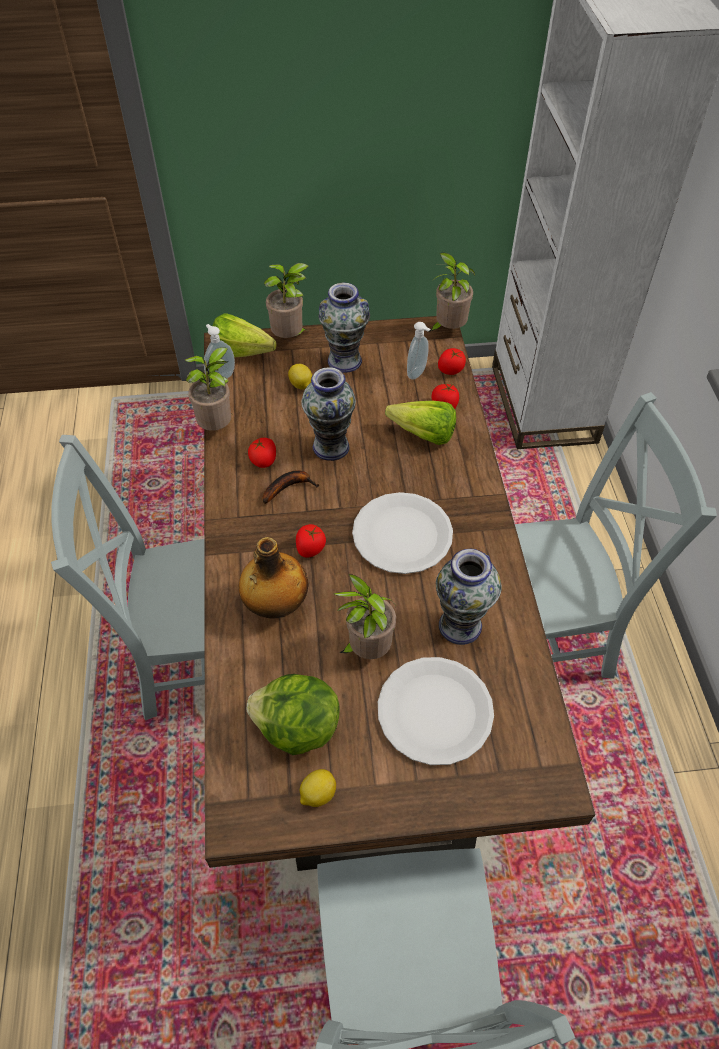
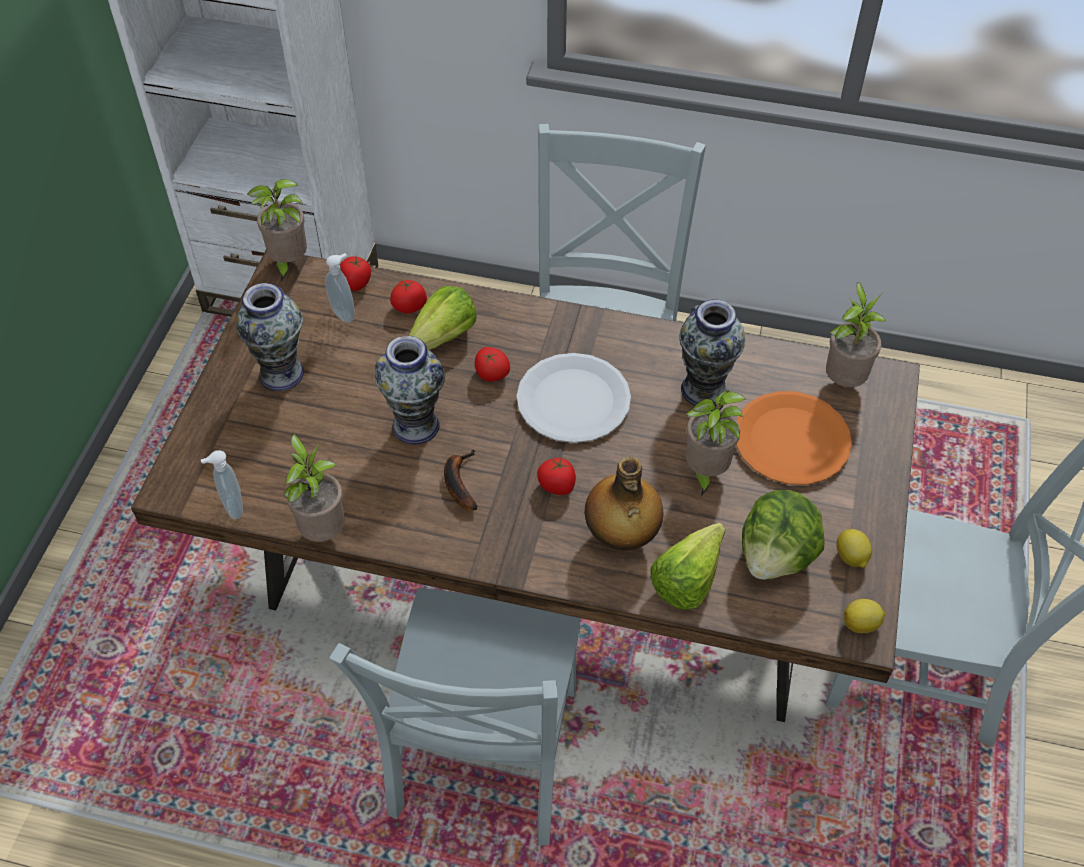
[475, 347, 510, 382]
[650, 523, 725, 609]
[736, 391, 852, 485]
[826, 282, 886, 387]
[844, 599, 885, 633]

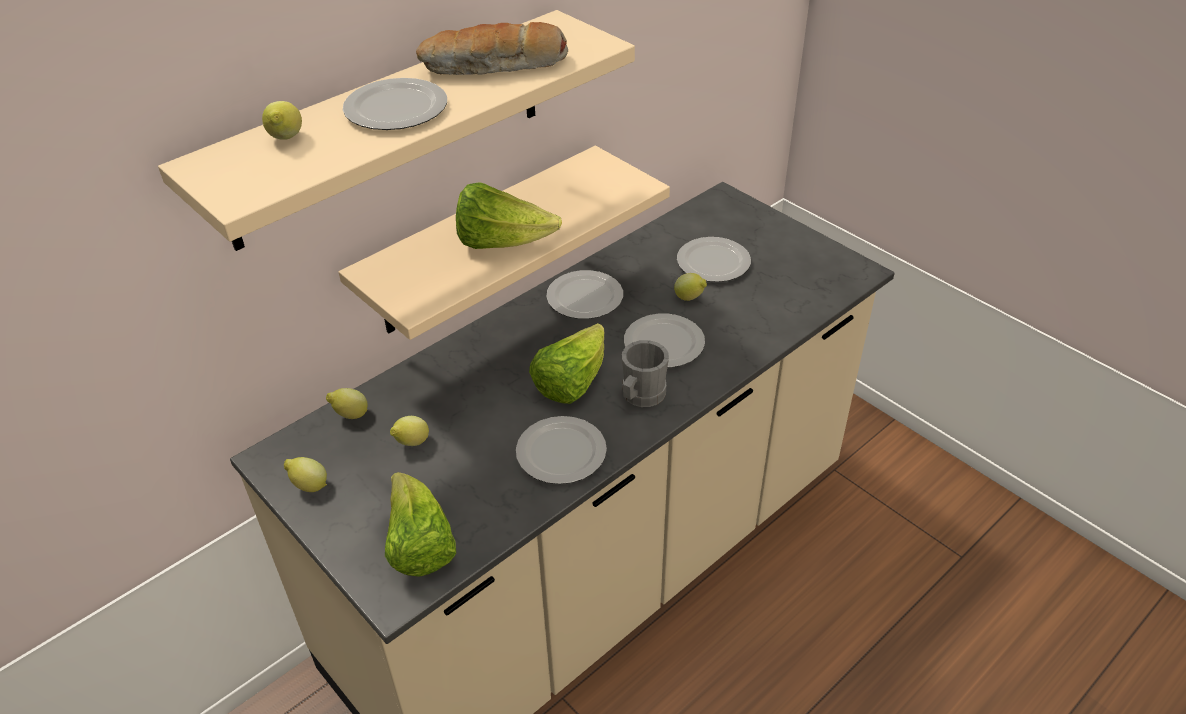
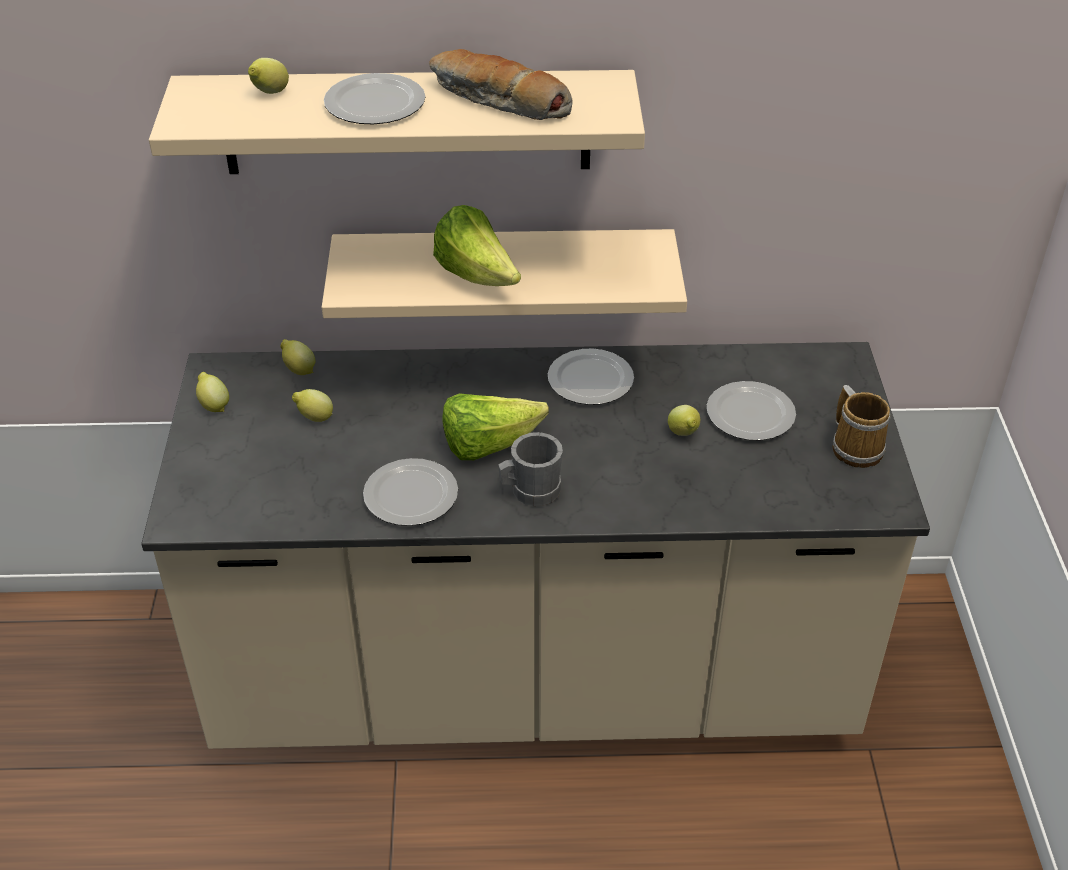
[832, 385, 890, 468]
[385, 472, 456, 577] (first image)
[624, 314, 705, 368] (first image)

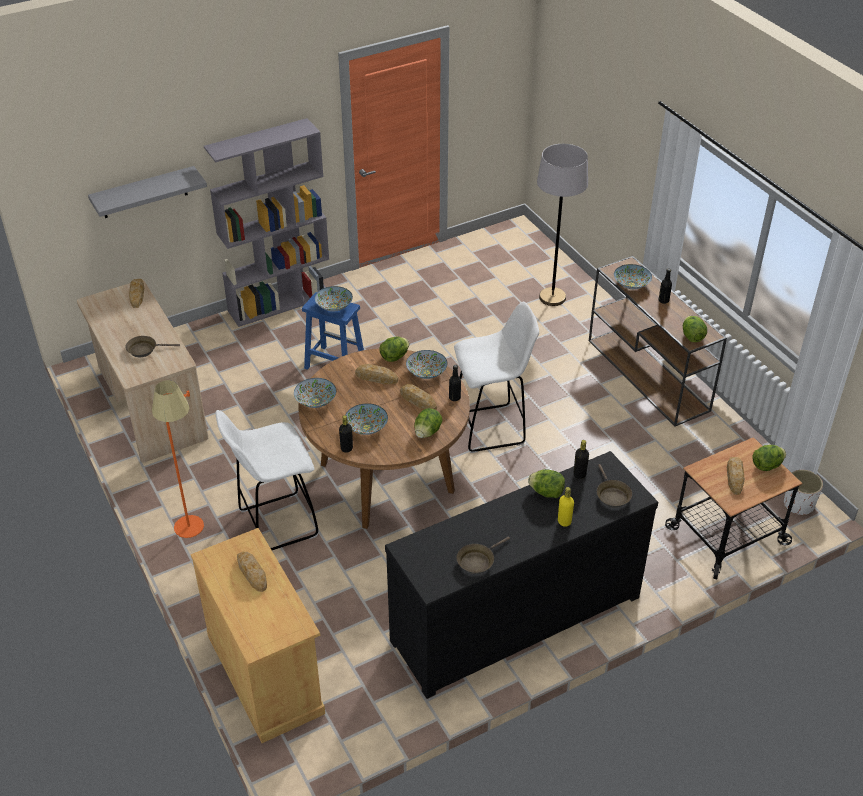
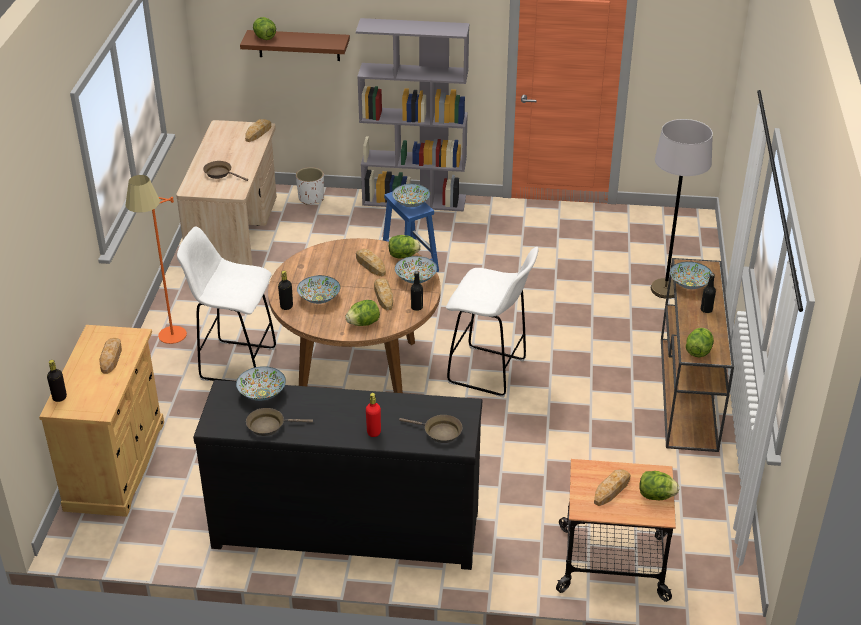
[47, 360, 67, 402]
[236, 366, 286, 401]
[240, 30, 350, 61]
[253, 17, 276, 40]
[296, 167, 324, 205]
[366, 393, 381, 437]
[399, 415, 463, 443]

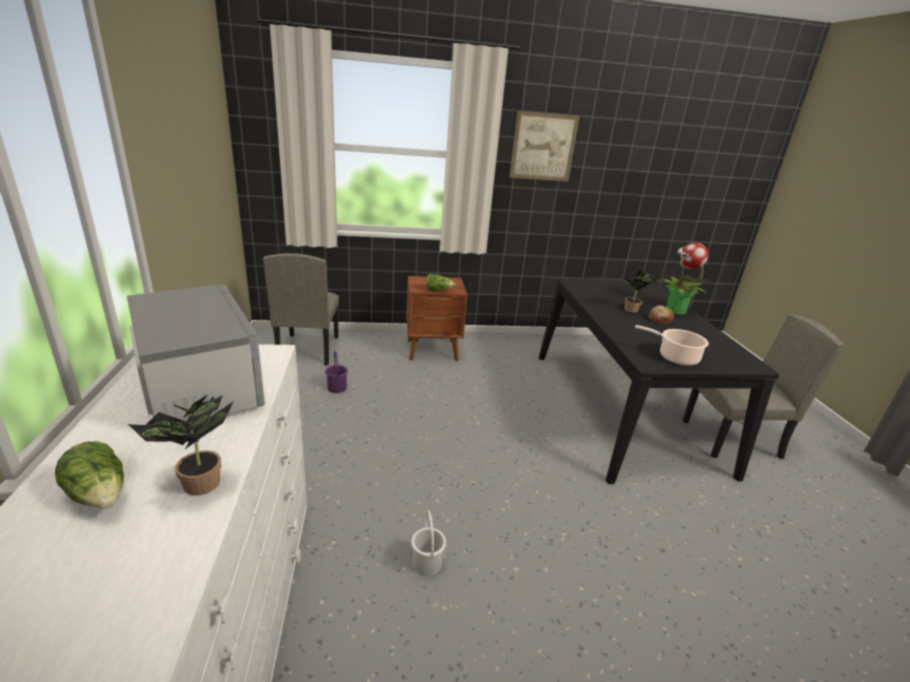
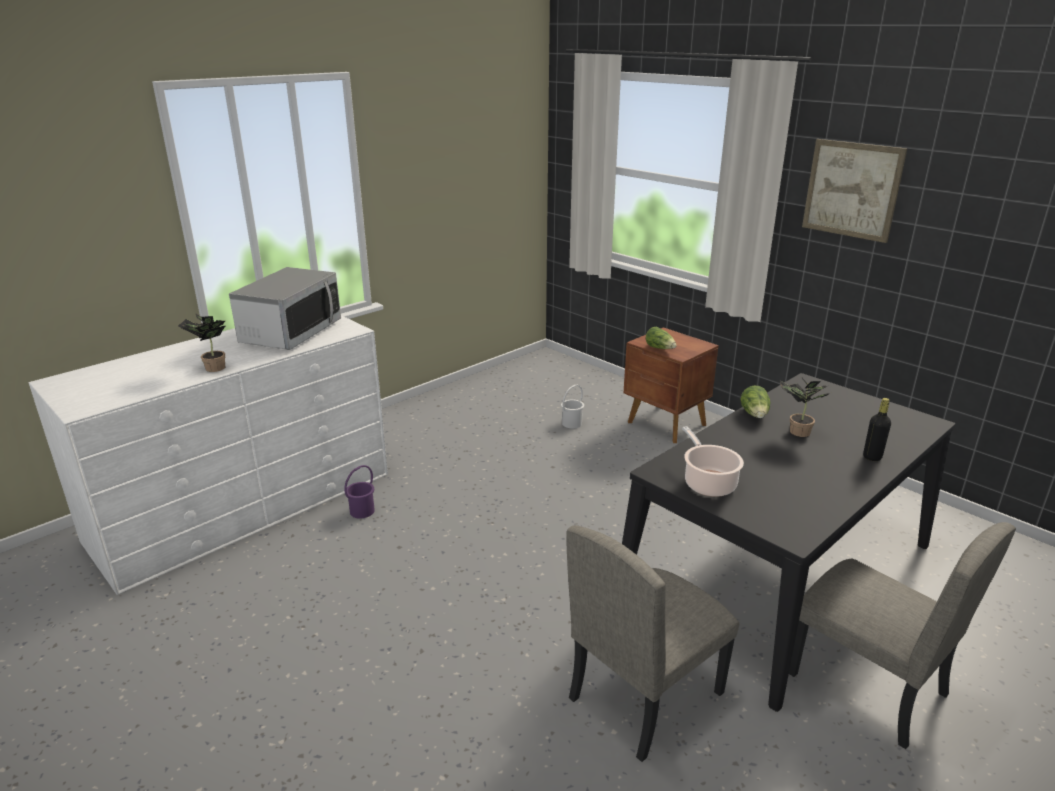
[344, 465, 375, 519]
[561, 385, 584, 428]
[566, 525, 739, 762]
[740, 386, 770, 418]
[863, 398, 891, 461]
[648, 305, 674, 324] (first image)

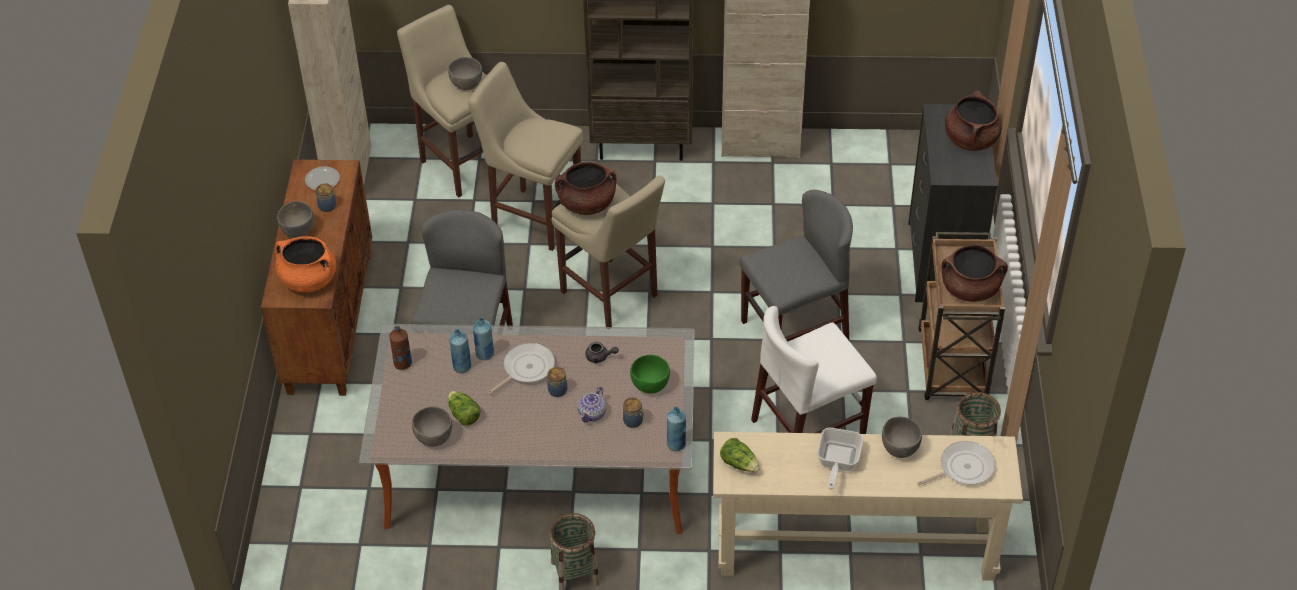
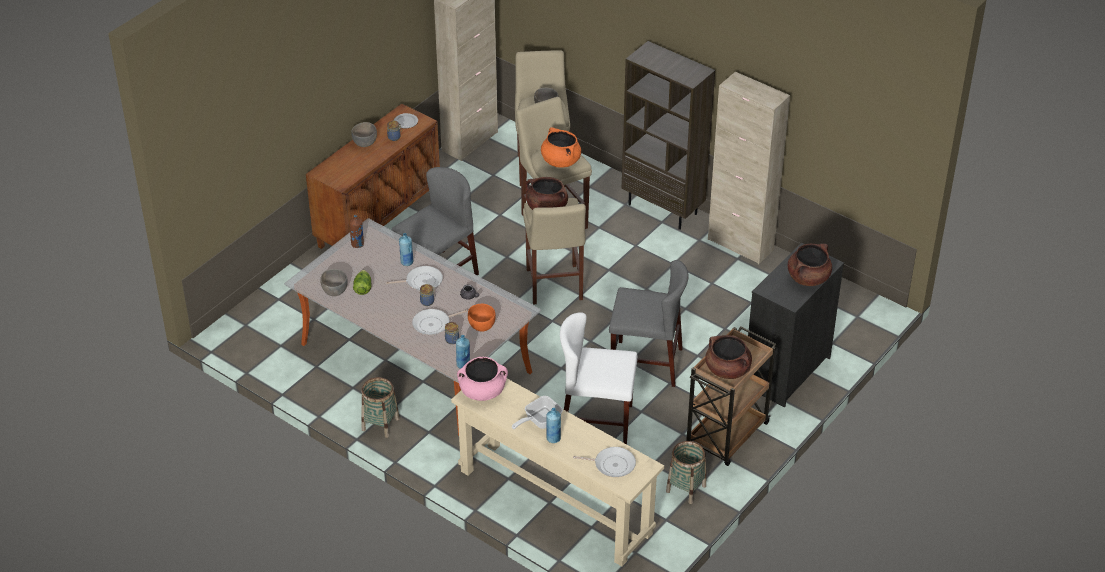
[412, 309, 467, 335]
[457, 357, 508, 401]
[468, 304, 496, 332]
[541, 127, 581, 168]
[546, 408, 561, 443]
[882, 417, 922, 458] (first image)

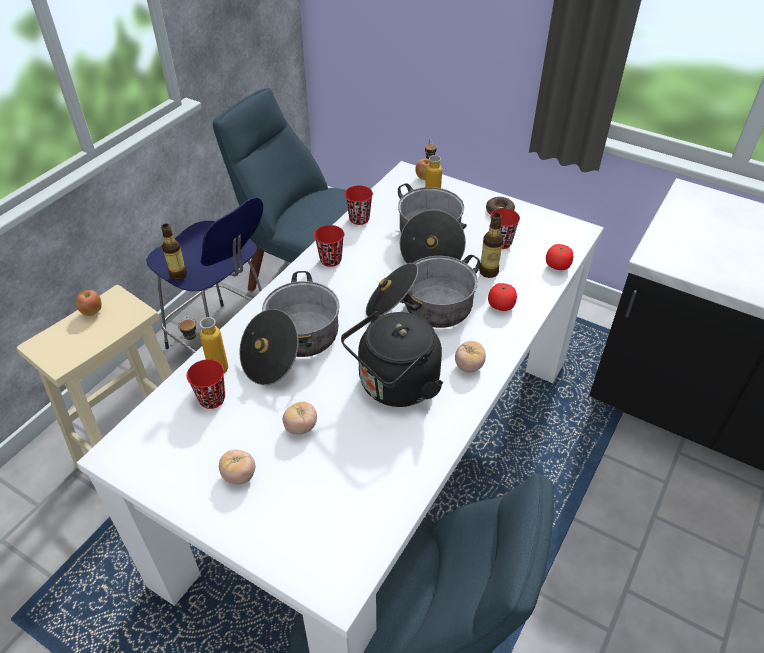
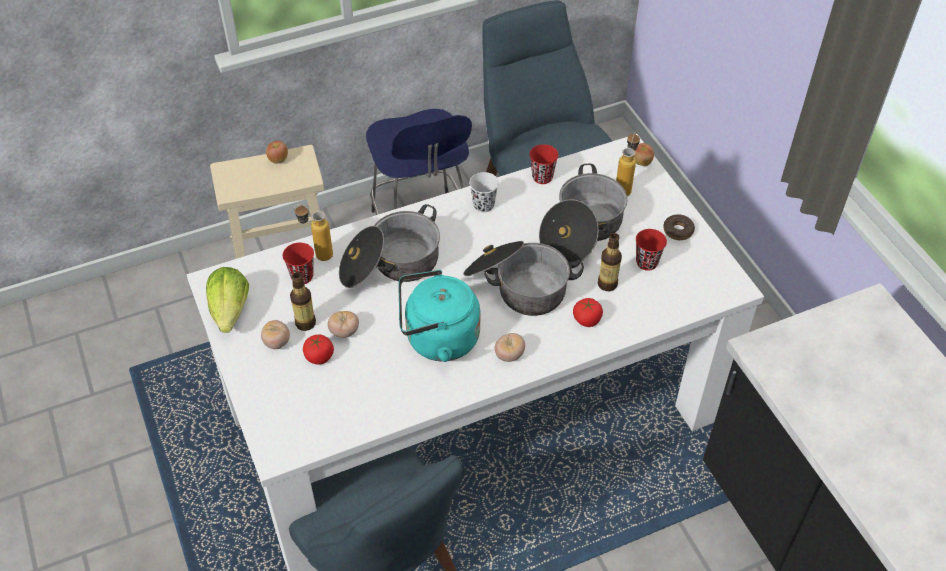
[206, 267, 249, 333]
[290, 272, 316, 331]
[303, 335, 334, 365]
[398, 270, 480, 362]
[469, 172, 499, 213]

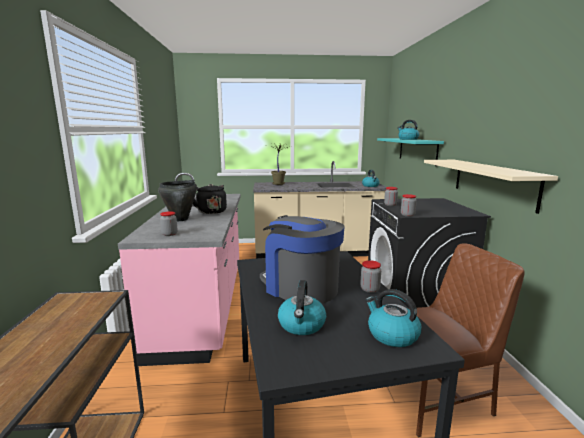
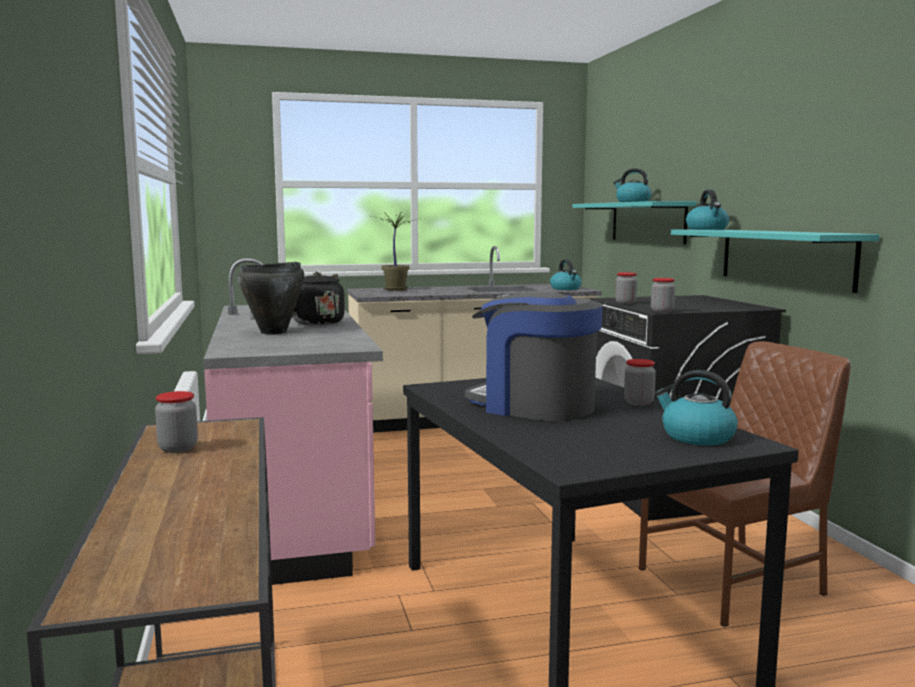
[155, 391, 198, 453]
[671, 230, 879, 293]
[686, 189, 729, 230]

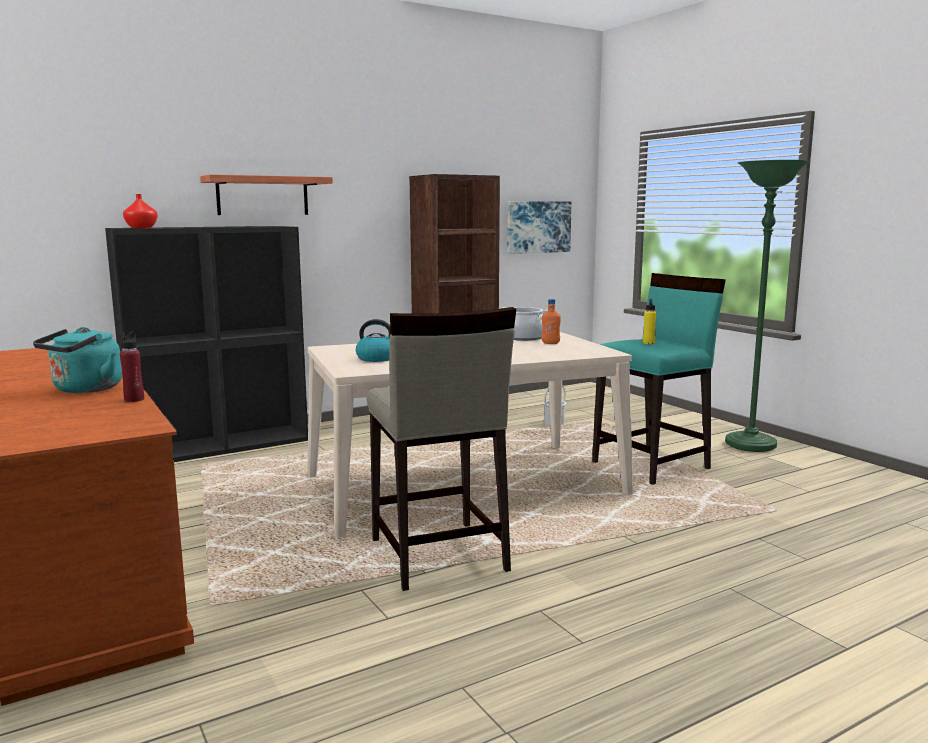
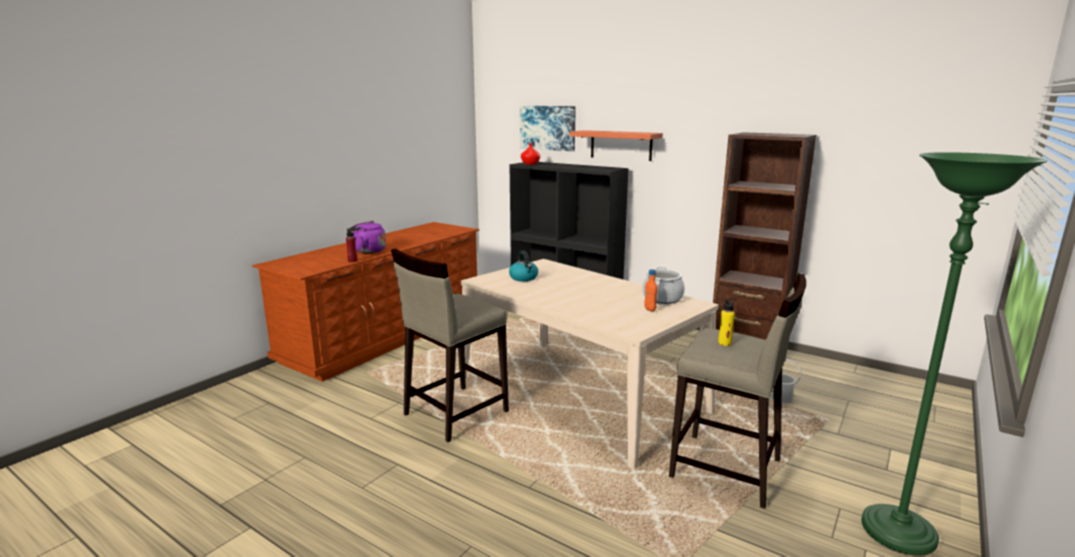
[348, 221, 386, 253]
[520, 106, 576, 151]
[669, 273, 806, 509]

